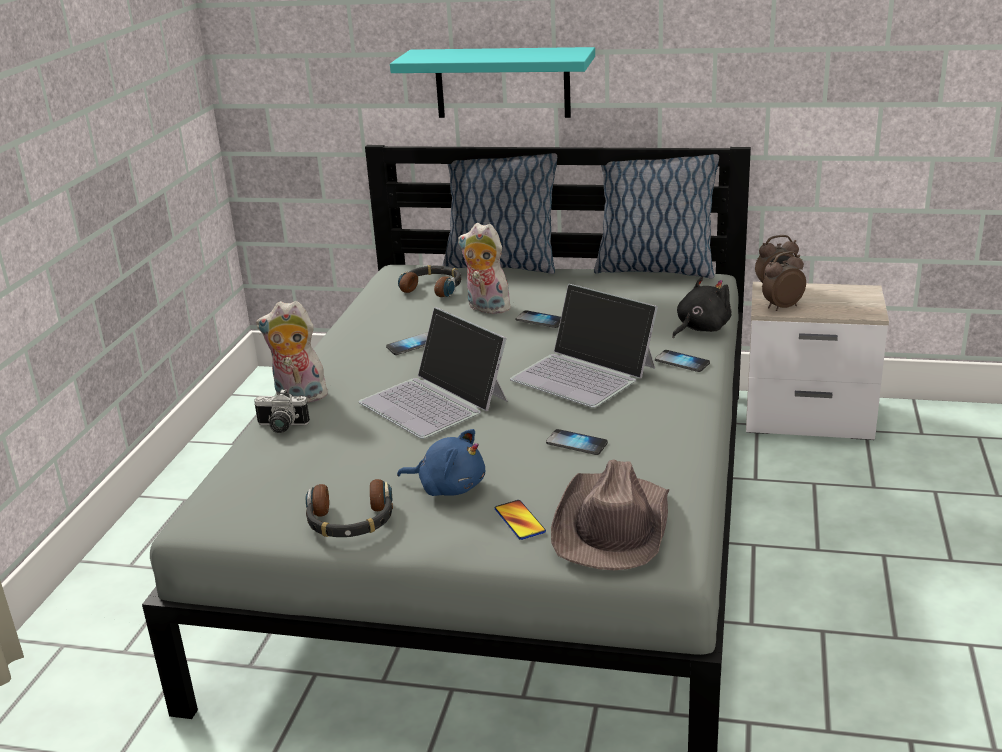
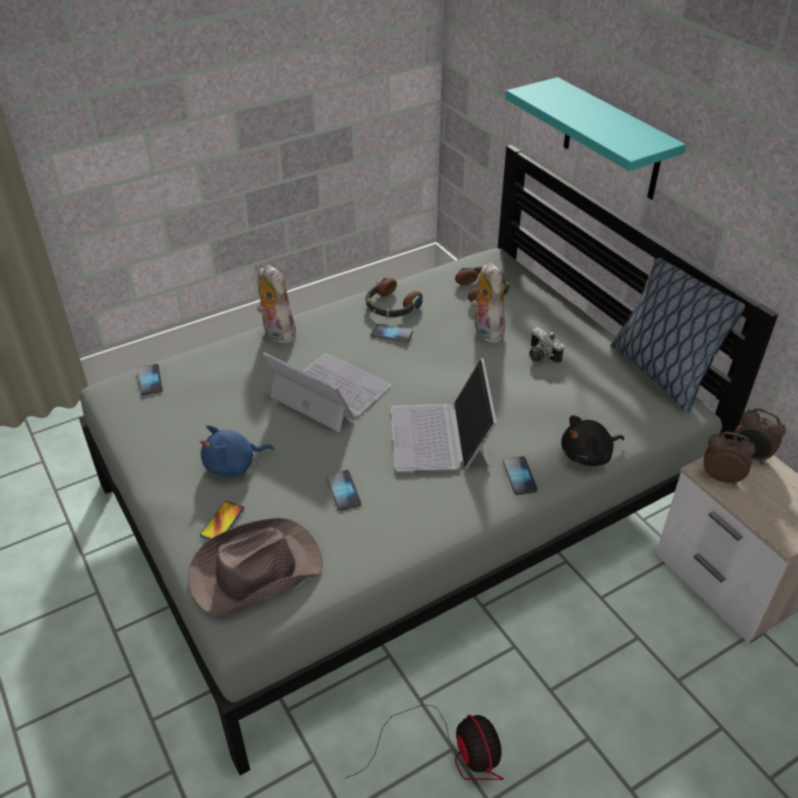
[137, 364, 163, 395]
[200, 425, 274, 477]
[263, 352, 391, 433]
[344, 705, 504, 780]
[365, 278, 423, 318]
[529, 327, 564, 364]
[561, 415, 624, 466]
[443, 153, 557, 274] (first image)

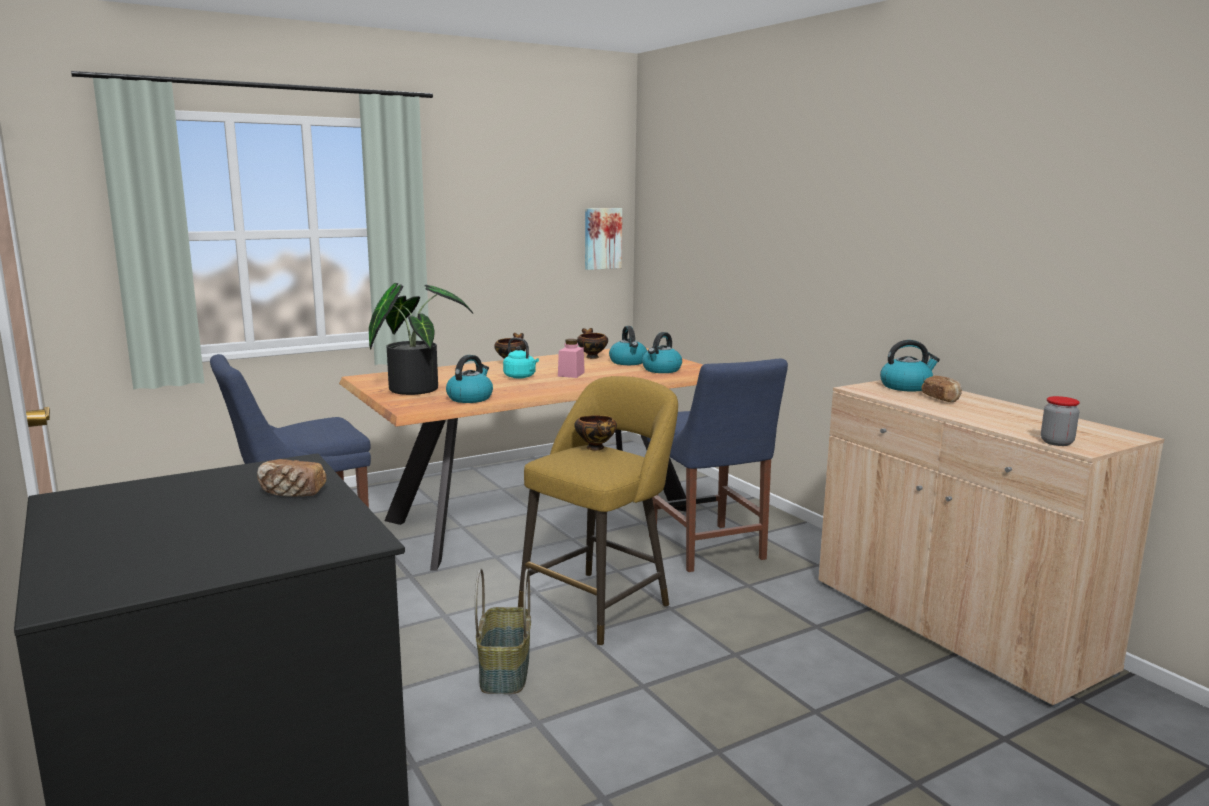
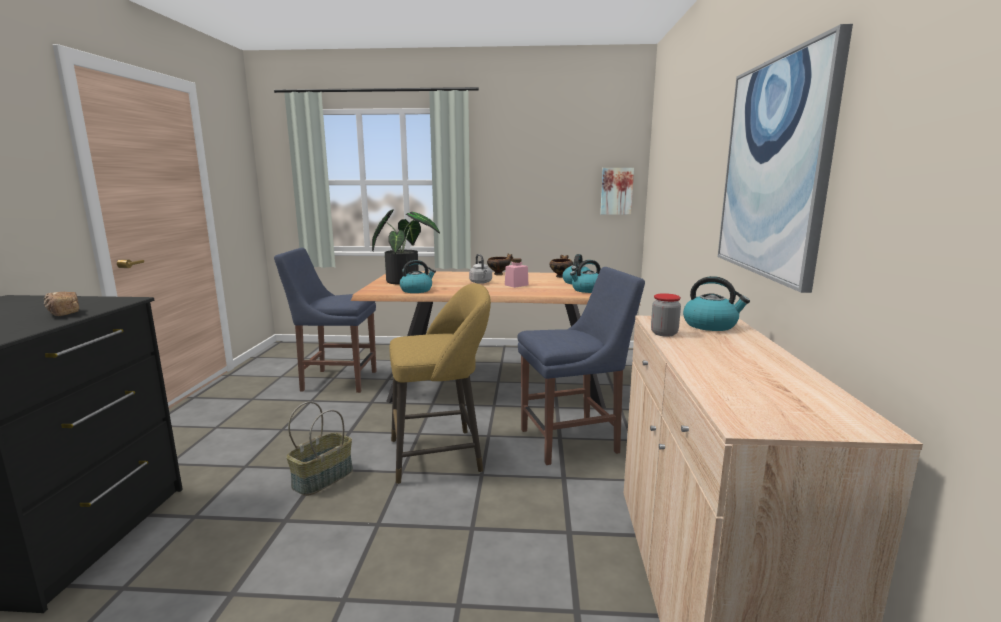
[469, 254, 492, 284]
[518, 267, 645, 465]
[651, 293, 681, 337]
[718, 24, 853, 293]
[574, 415, 617, 451] (first image)
[922, 376, 962, 402] (first image)

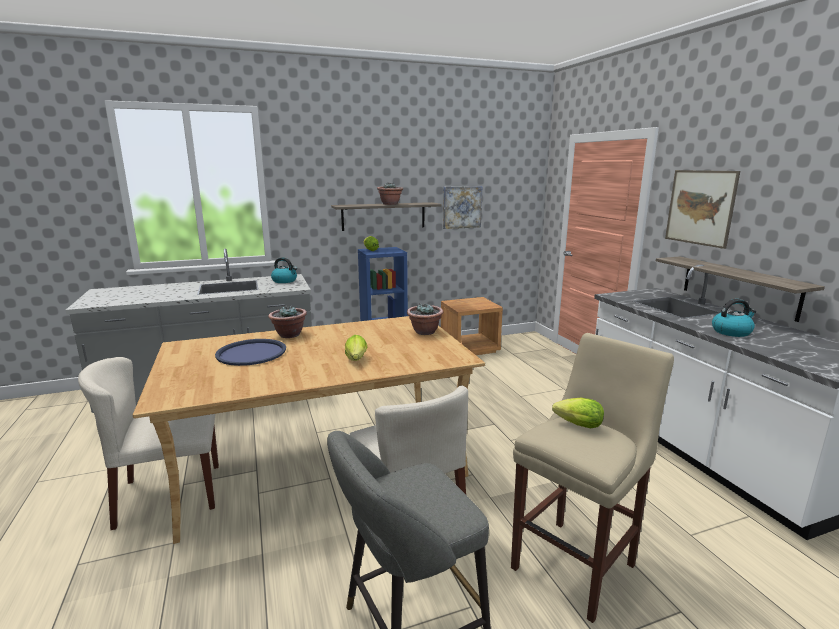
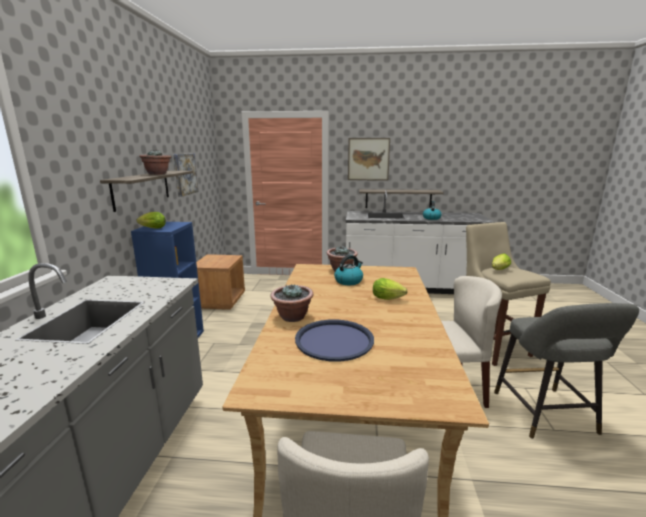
[334, 255, 363, 285]

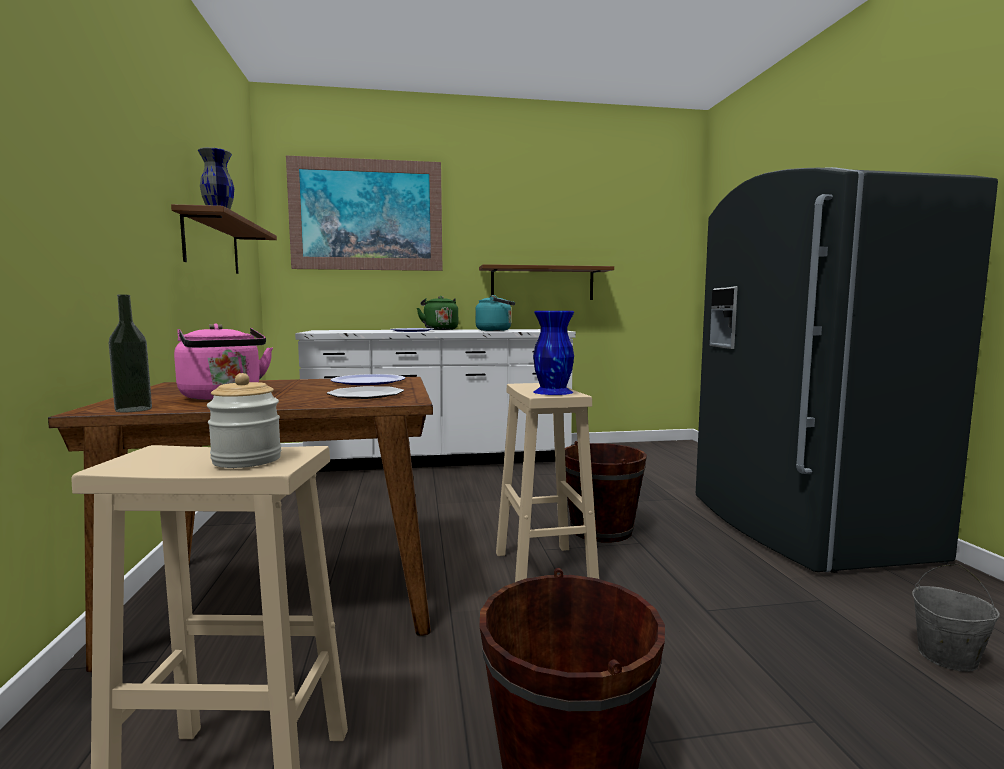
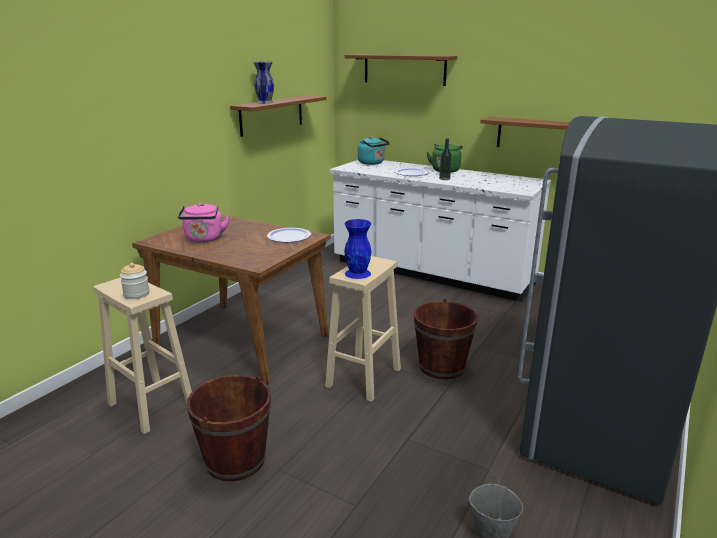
[344, 54, 457, 86]
[358, 137, 390, 165]
[439, 138, 452, 180]
[327, 386, 404, 399] (first image)

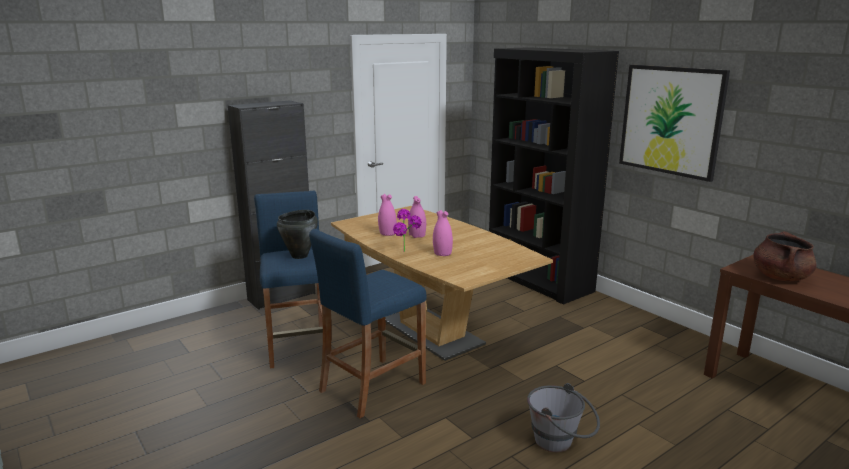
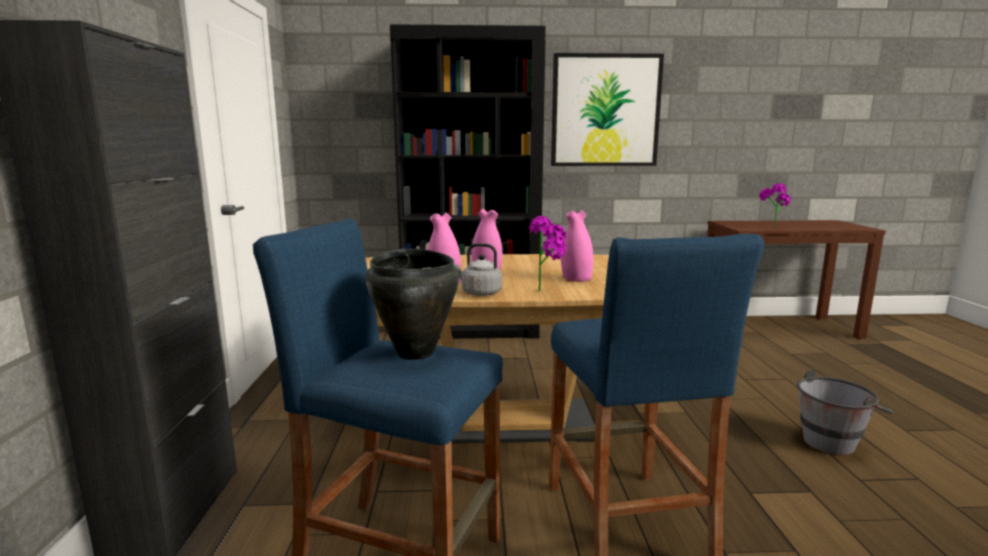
[454, 243, 502, 296]
[759, 183, 791, 228]

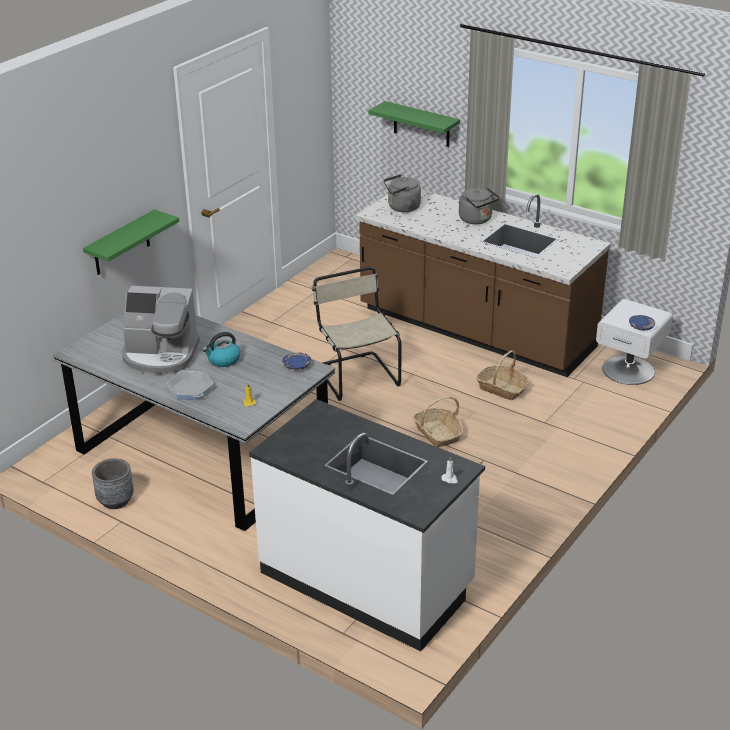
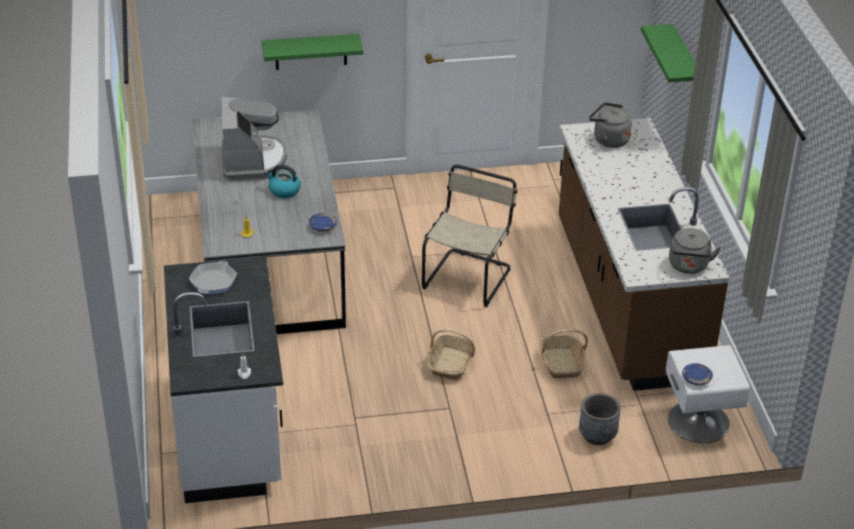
[189, 261, 237, 294]
[221, 96, 287, 181]
[579, 393, 621, 445]
[669, 228, 721, 274]

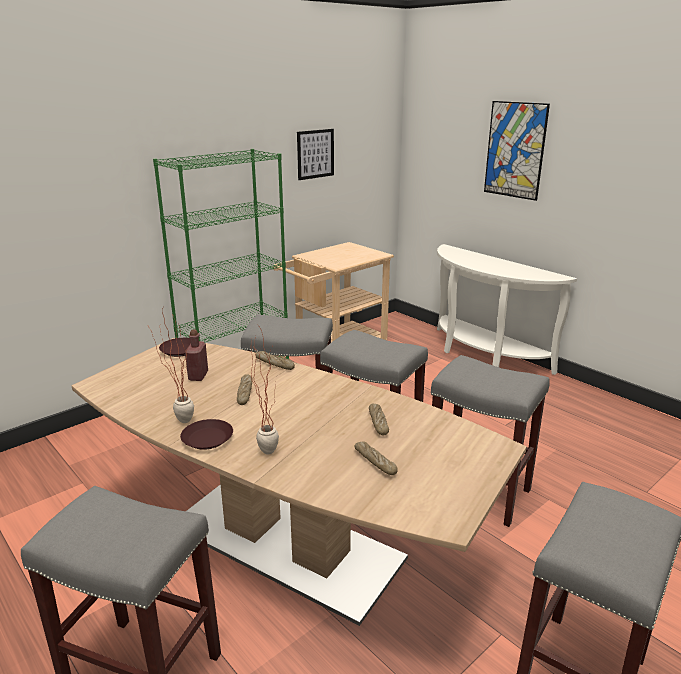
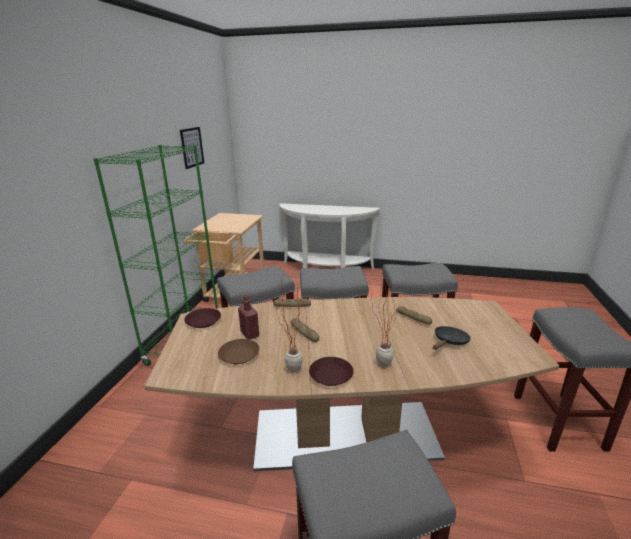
[218, 339, 259, 364]
[433, 326, 471, 350]
[484, 101, 550, 201] (first image)

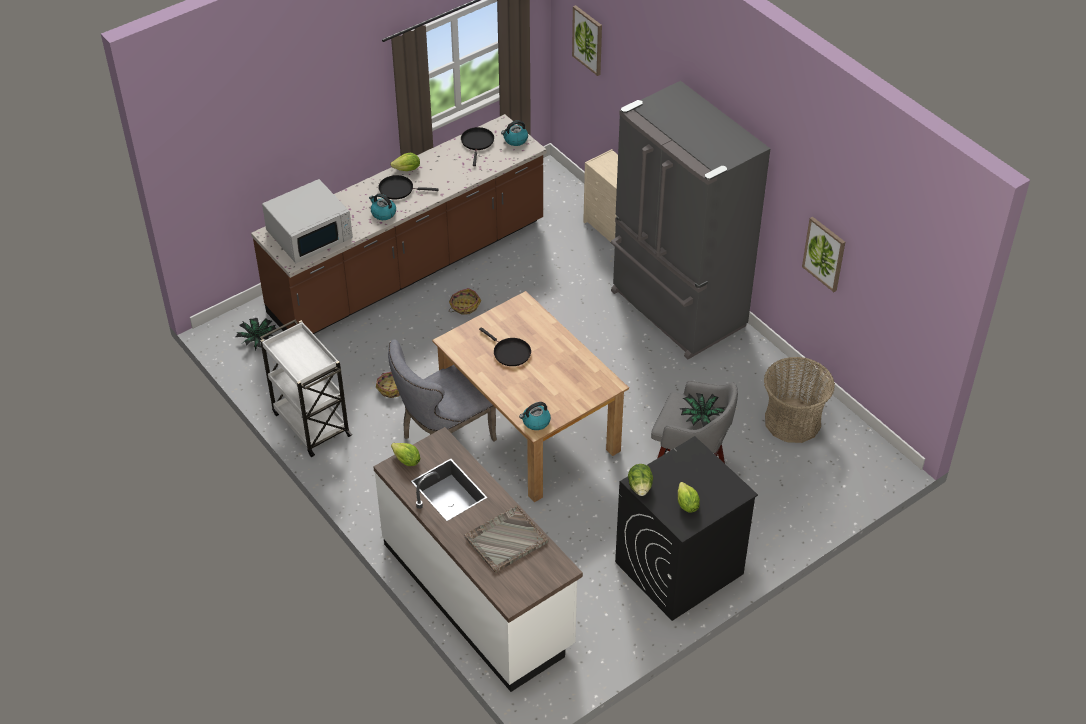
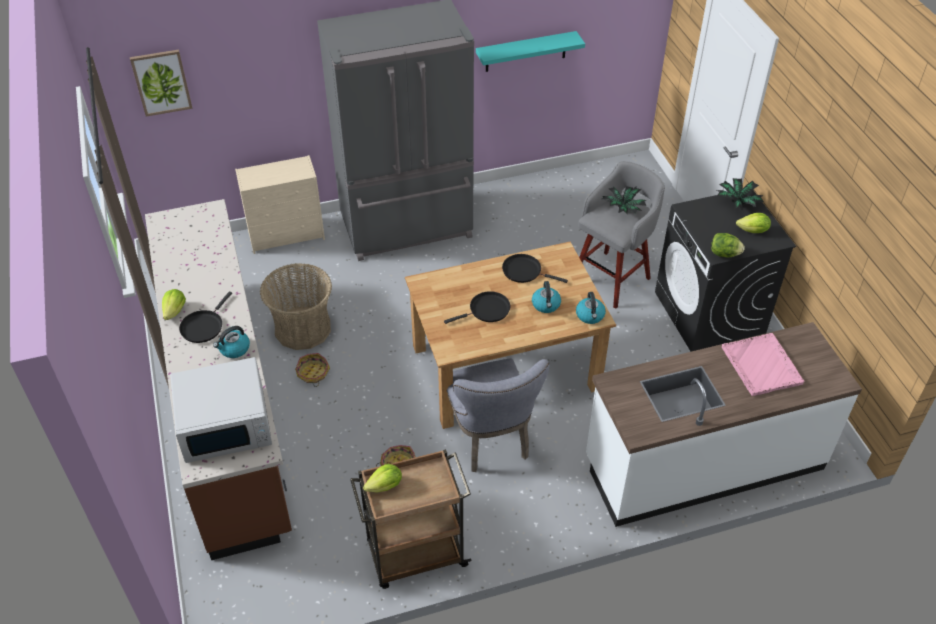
[170, 357, 272, 463]
[260, 263, 332, 350]
[350, 449, 471, 589]
[363, 464, 402, 492]
[476, 31, 585, 72]
[502, 254, 568, 283]
[532, 281, 561, 313]
[717, 178, 764, 210]
[722, 333, 804, 396]

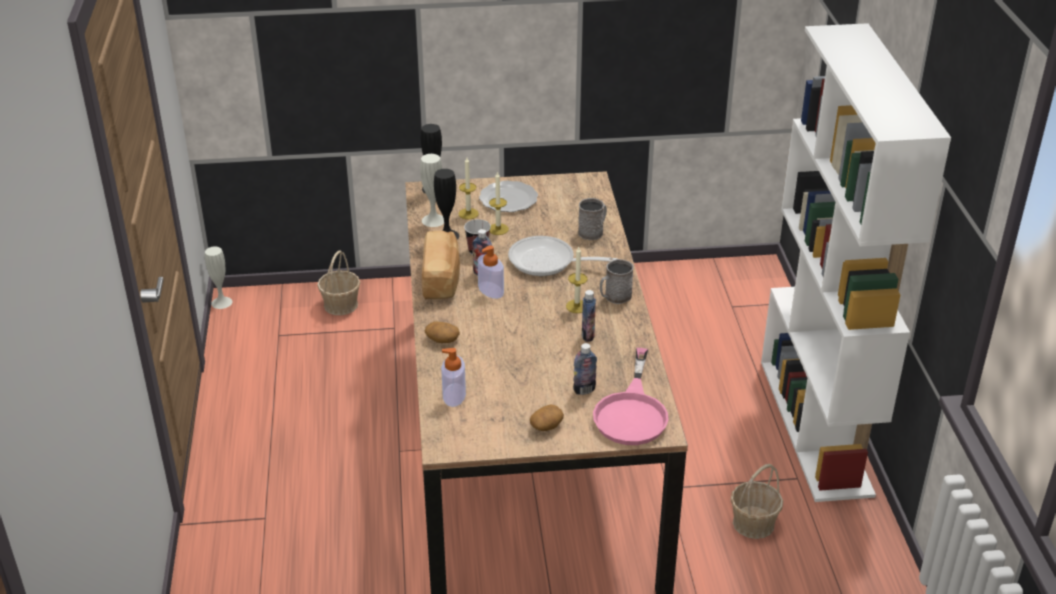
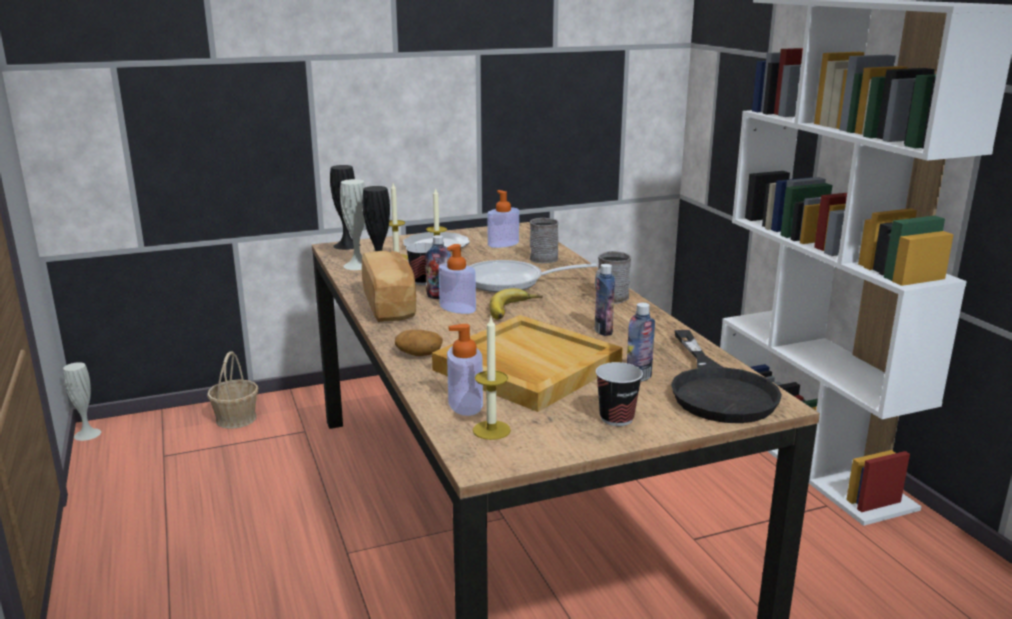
[432, 315, 623, 412]
[473, 317, 511, 440]
[487, 190, 519, 248]
[490, 288, 543, 320]
[596, 362, 643, 426]
[671, 330, 782, 423]
[731, 464, 783, 539] (first image)

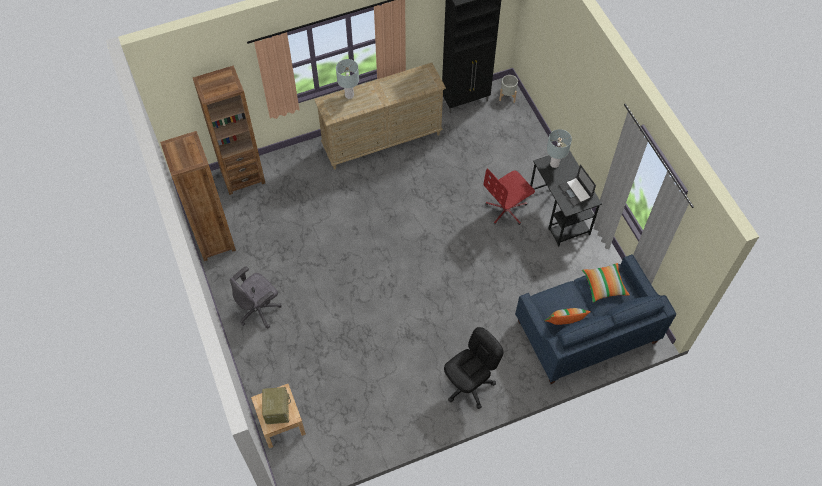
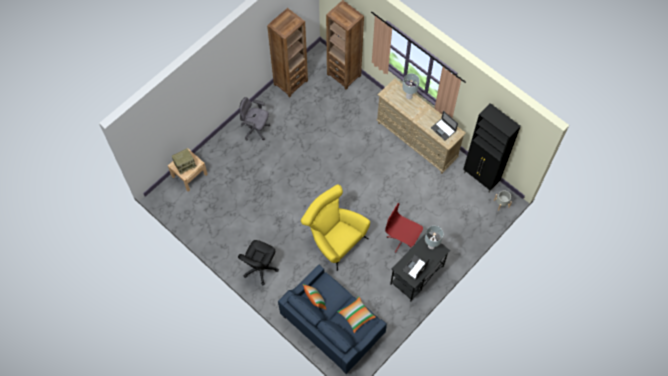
[238, 240, 279, 286]
[301, 184, 370, 271]
[431, 111, 458, 141]

